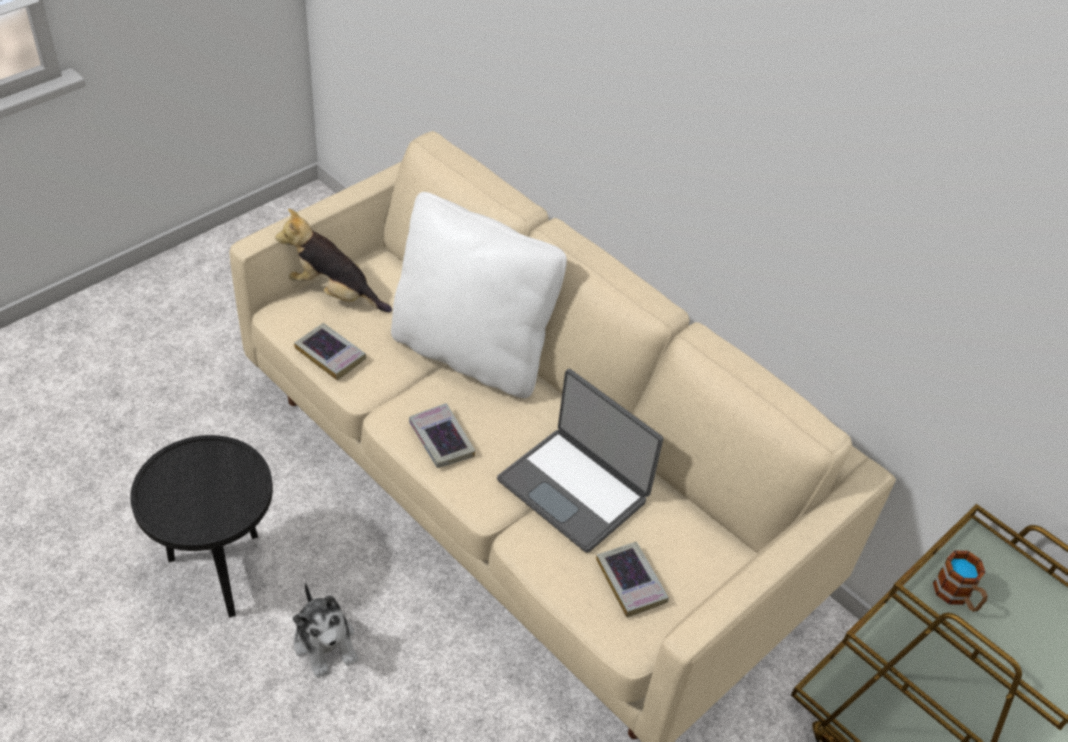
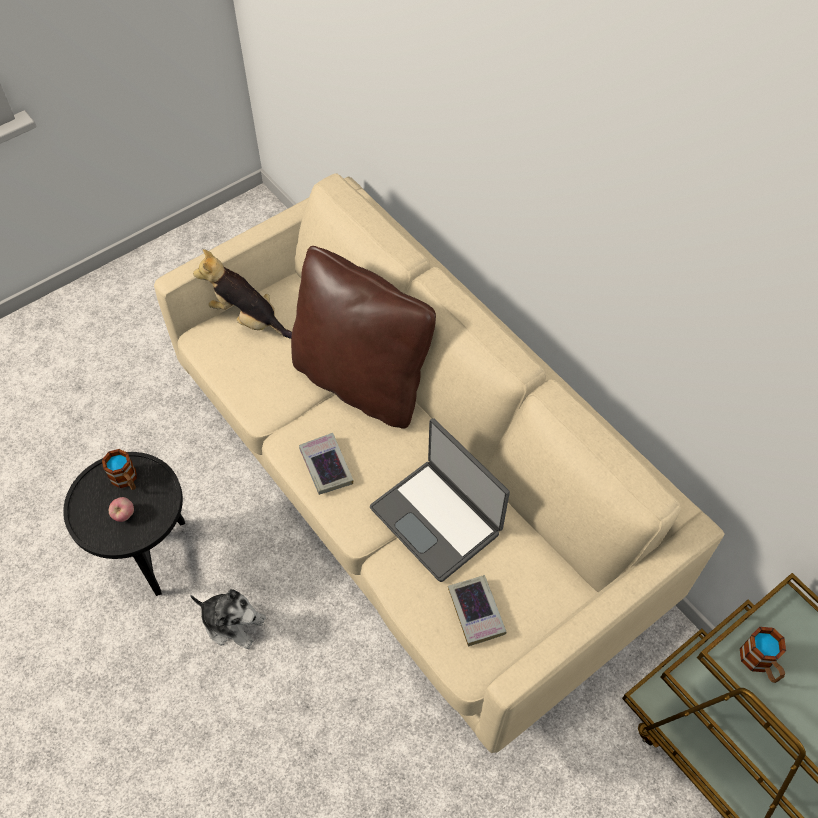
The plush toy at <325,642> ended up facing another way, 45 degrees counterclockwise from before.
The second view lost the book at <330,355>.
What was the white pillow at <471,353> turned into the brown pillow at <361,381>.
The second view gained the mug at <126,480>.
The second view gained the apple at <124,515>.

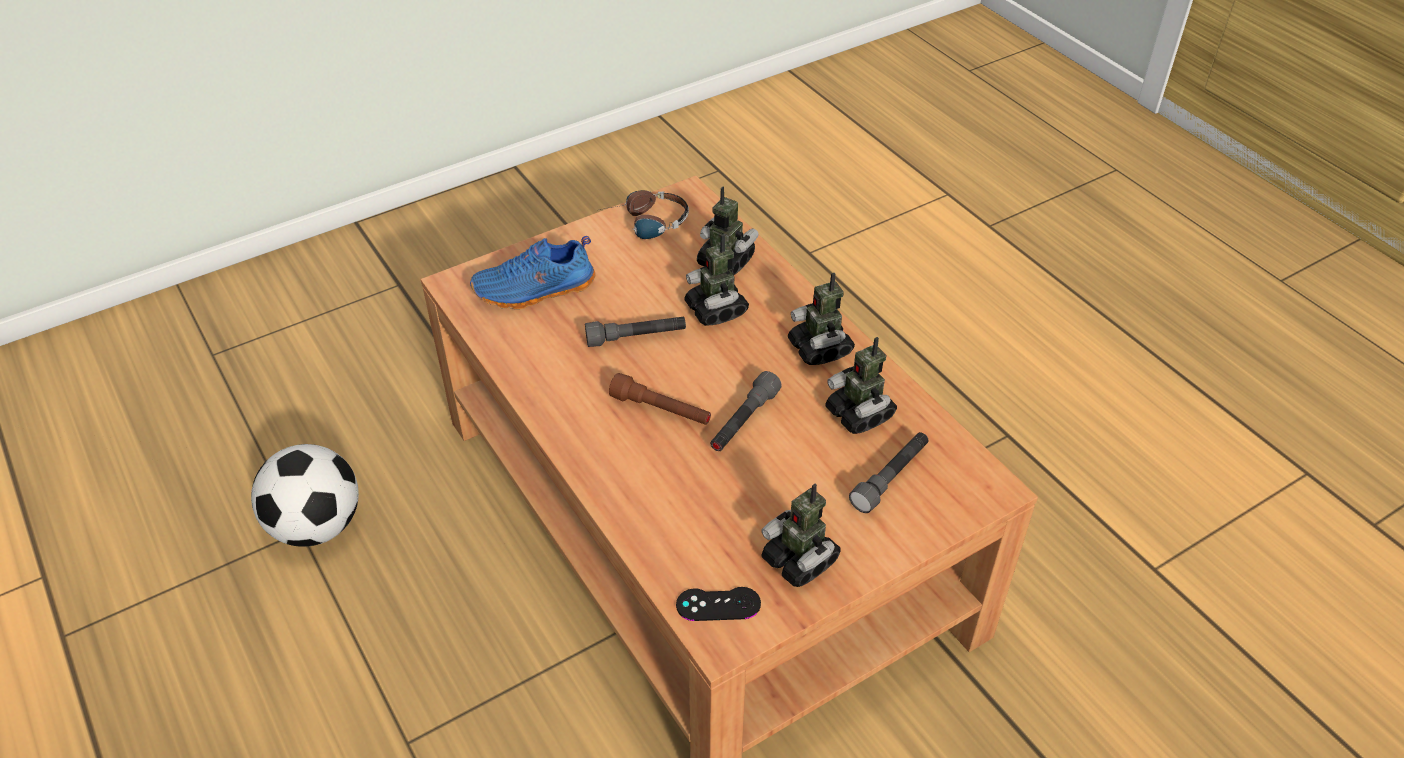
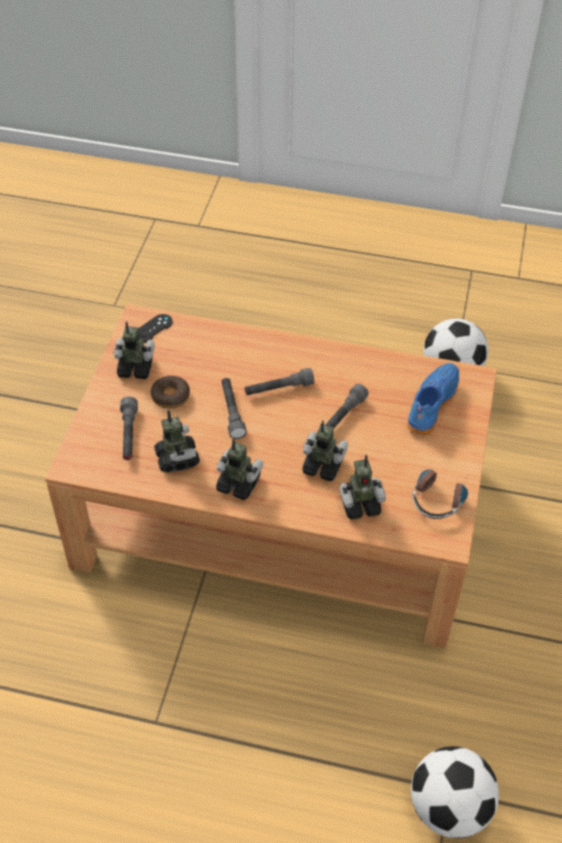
What was the brown flashlight at <661,410> turned into the grey flashlight at <278,389>.
The toy robot at <859,414> ended up facing another way, 60 degrees clockwise from before.
The second view gained the donut at <170,396>.
The second view gained the football at <449,807>.

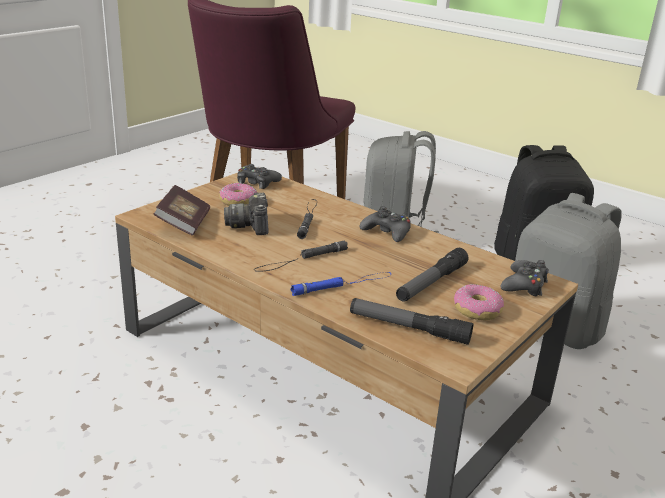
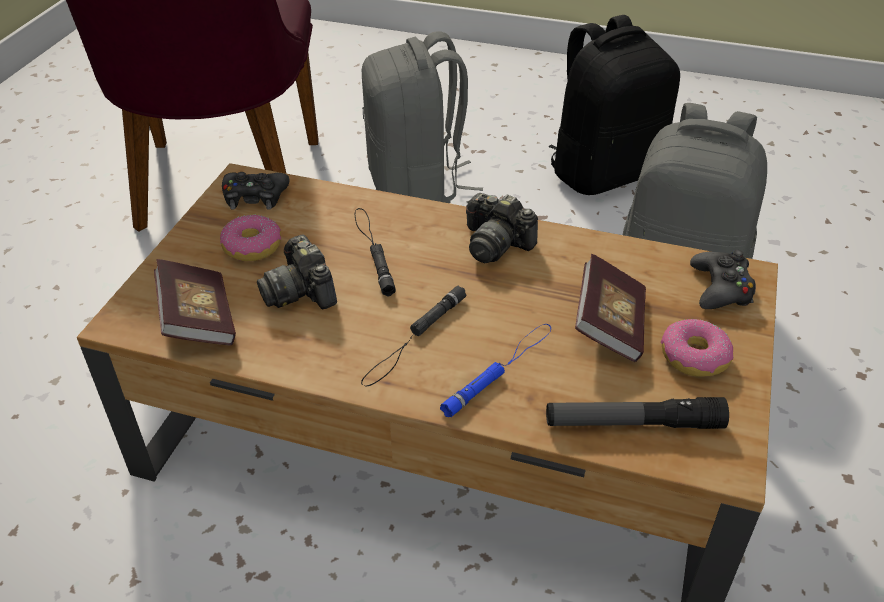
Where the black game controller stood at <387,232>, the photo camera came to stand at <495,244>.
Where the flashlight stood at <431,283>, the book came to stand at <609,325>.

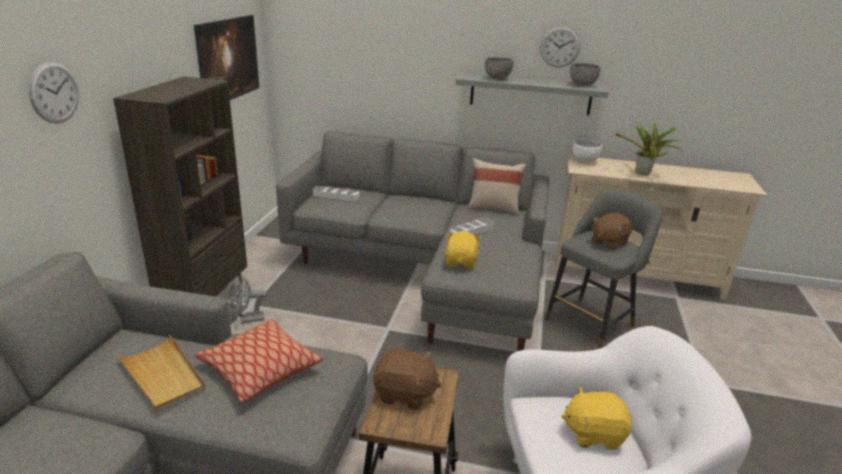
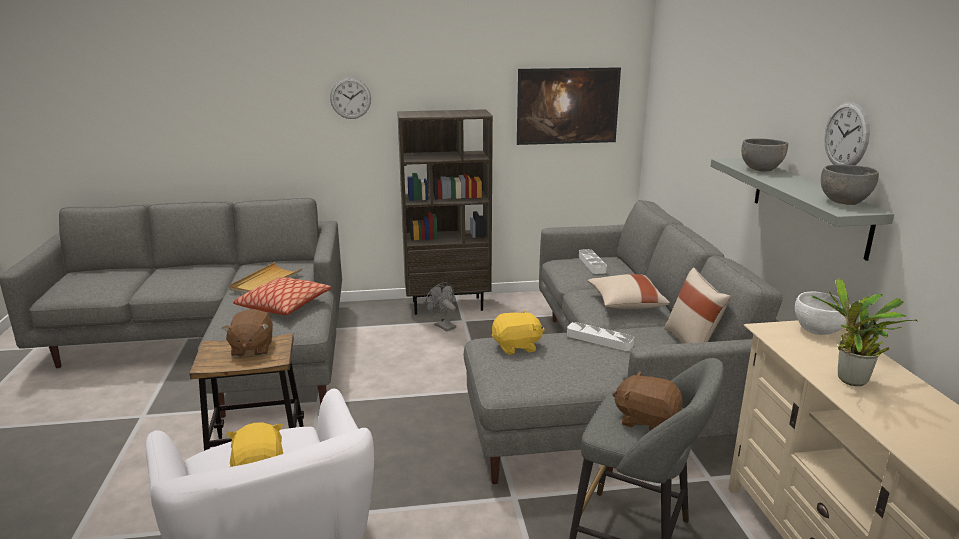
The second view gained the beige pillow at <626,304>.

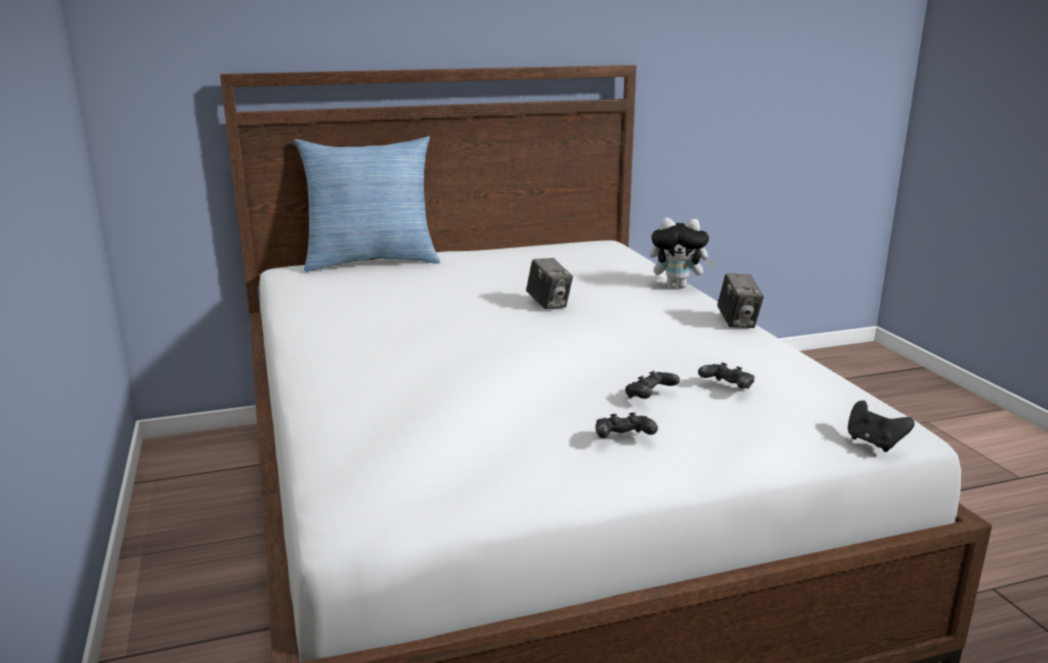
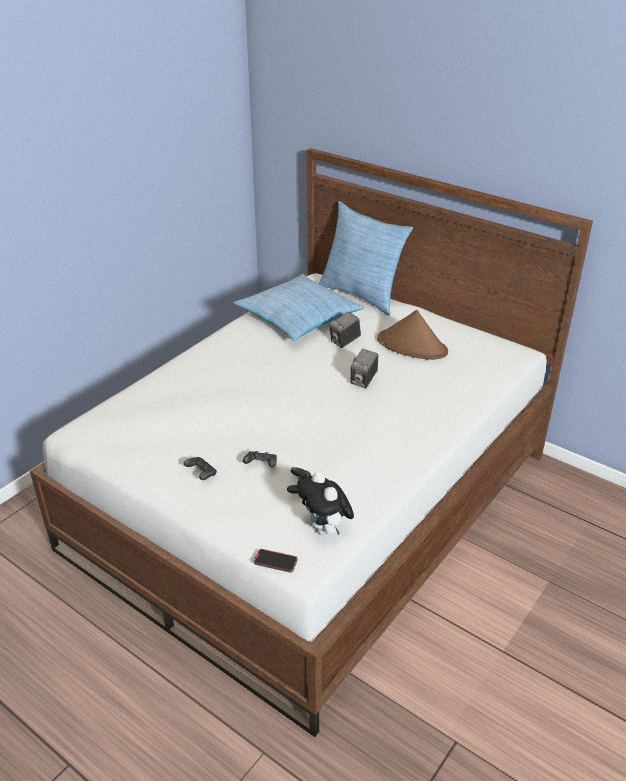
The plush toy ended up elsewhere, having gone from <678,286> to <326,530>.
The photo camera ended up elsewhere, having gone from <737,322> to <344,342>.
Where the black game controller stood at <873,443>, the phone came to stand at <275,562>.
The second view gained the pillow at <298,317>.
The second view gained the brown hat at <412,346>.

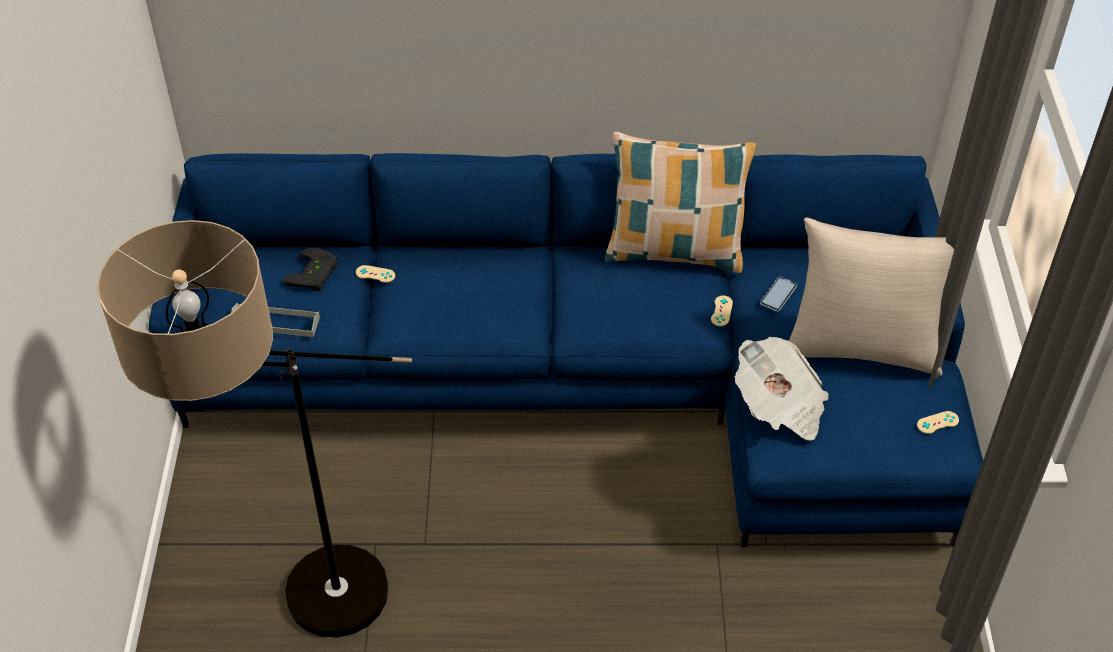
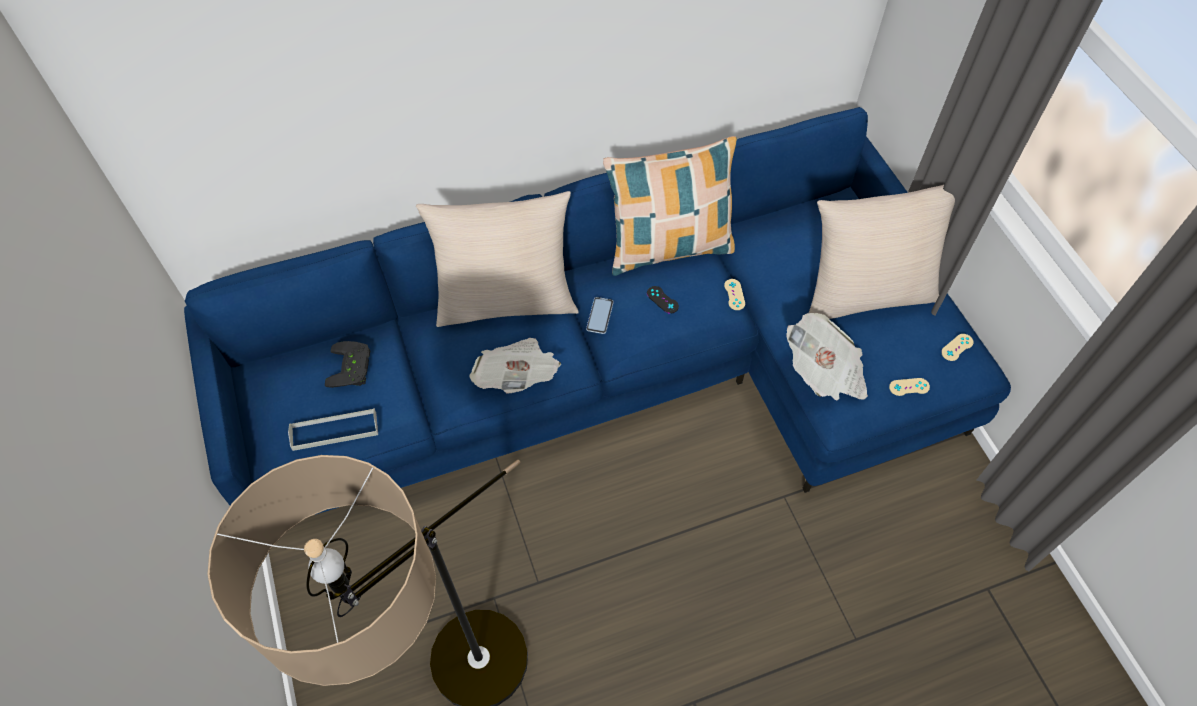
The beige game controller ended up elsewhere, having gone from <375,274> to <909,387>.
The phone ended up elsewhere, having gone from <778,295> to <600,316>.
The second view gained the beige pillow at <506,301>.
The second view gained the newspaper at <517,377>.
The second view gained the black game controller at <662,300>.

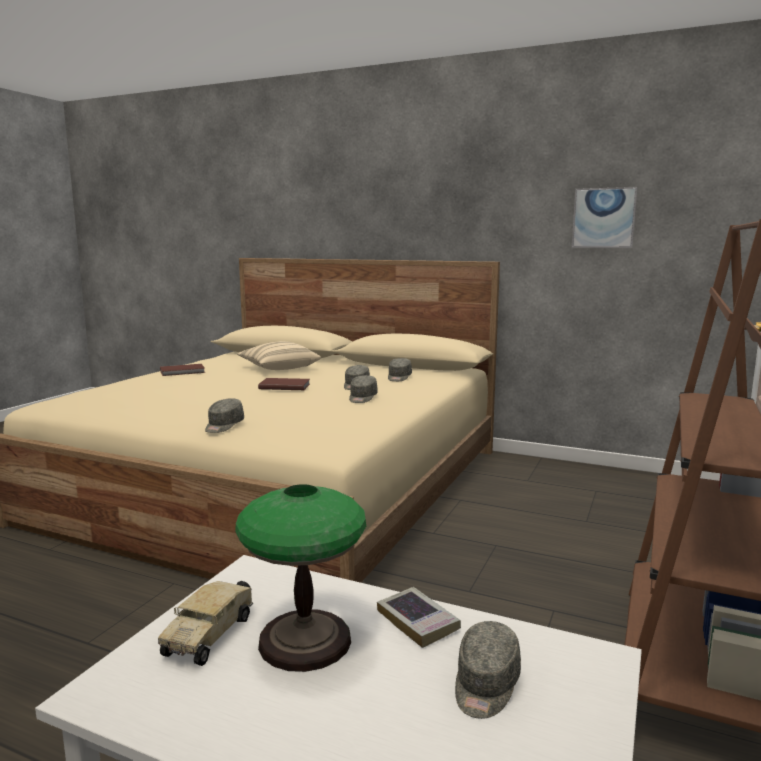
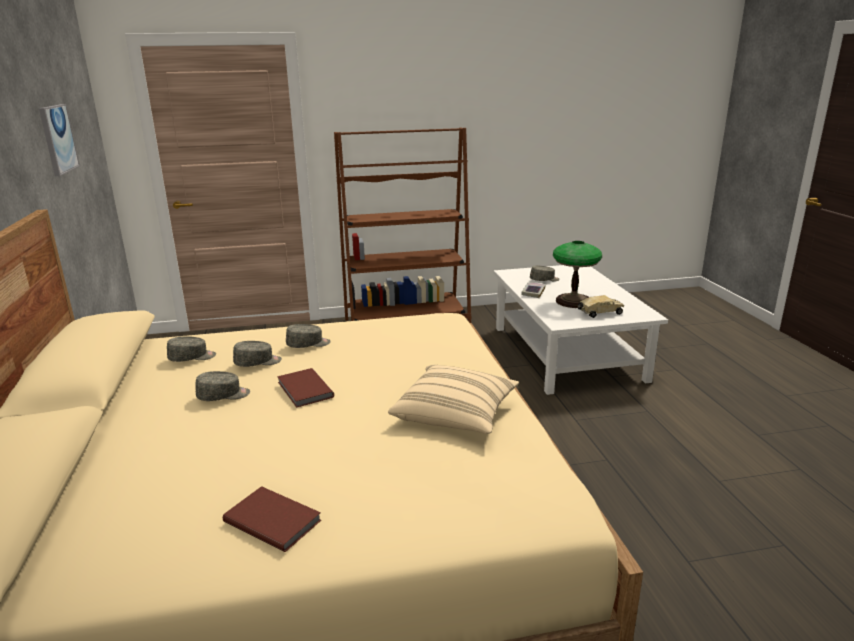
The grey cap ended up elsewhere, having gone from <223,426> to <223,396>.
The beige pillow ended up elsewhere, having gone from <278,369> to <455,416>.

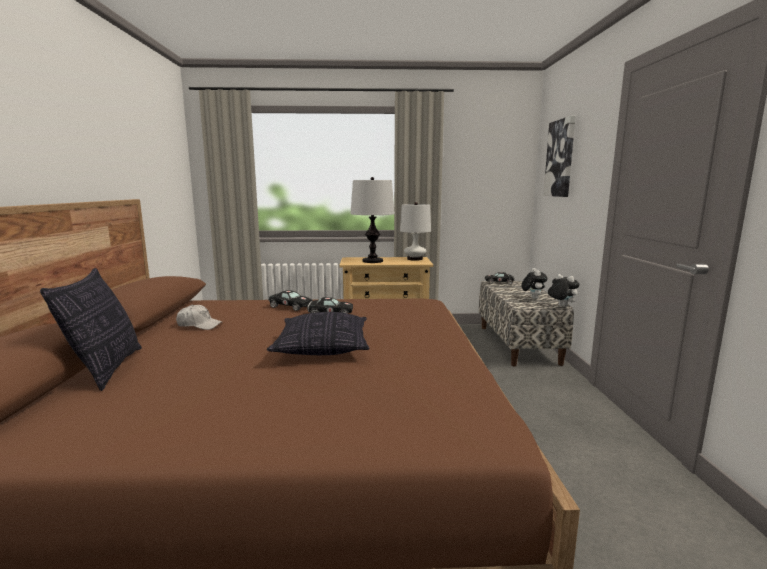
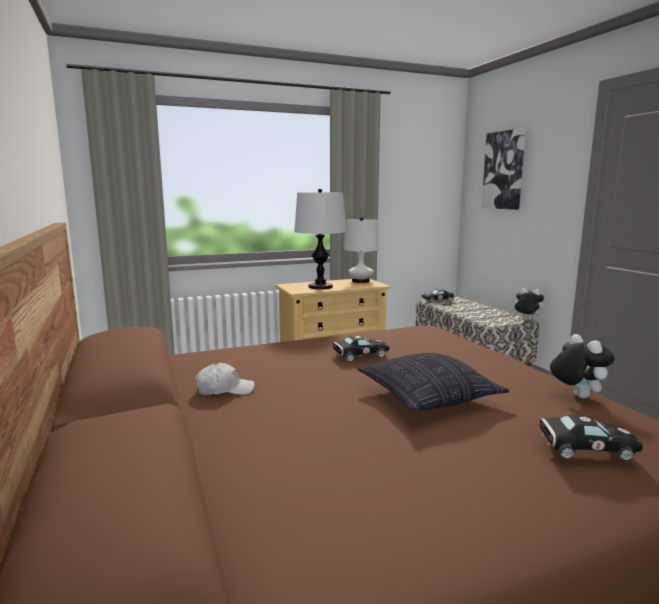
The second view lost the pillow at <106,369>.
The black toy car ended up elsewhere, having gone from <289,306> to <583,448>.
The plush toy ended up elsewhere, having gone from <532,298> to <576,396>.

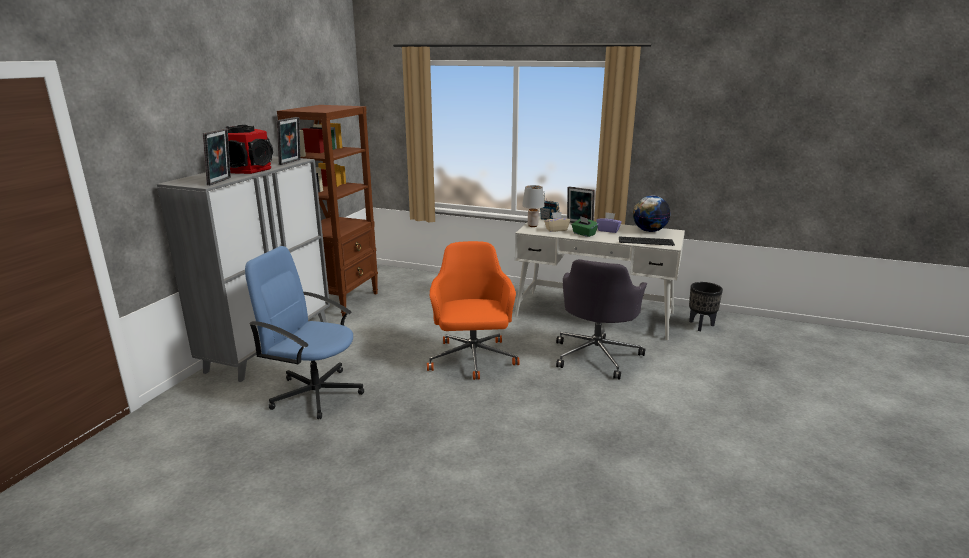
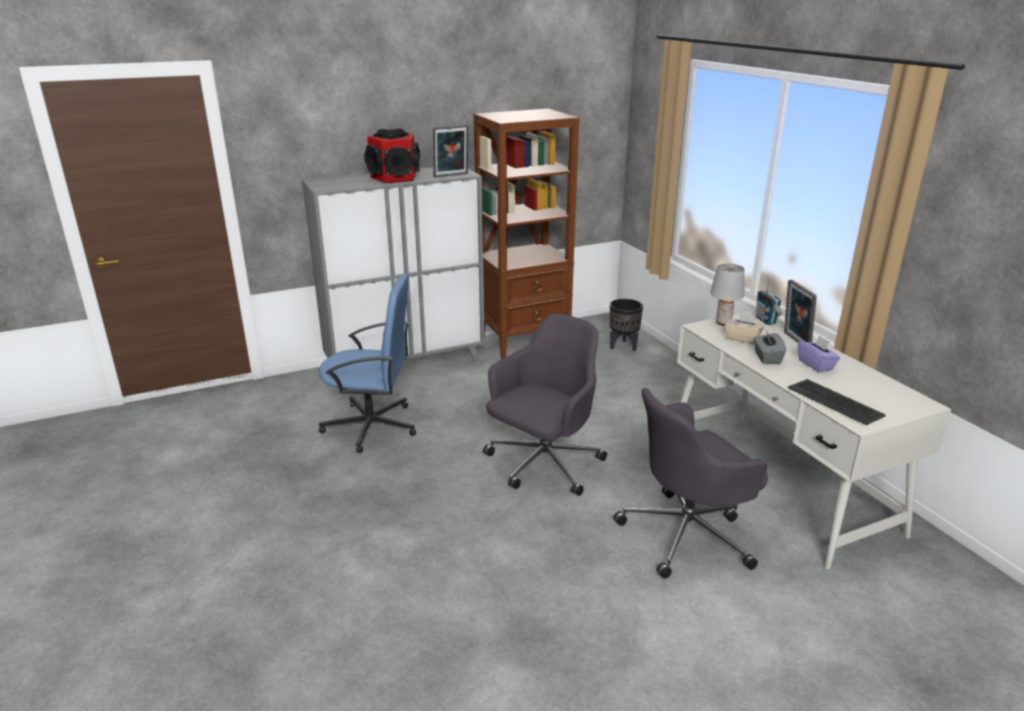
The second view lost the picture frame at <221,181>.
The blue office chair at <315,393> ended up facing another way, 120 degrees clockwise from before.
What was the orange office chair at <472,360> turned into the grey office chair at <543,464>.
What was the green tissue box at <584,234> turned into the grey tissue box at <766,357>.
The second view lost the globe at <649,231>.
The black planter ended up elsewhere, having gone from <701,326> to <623,346>.

